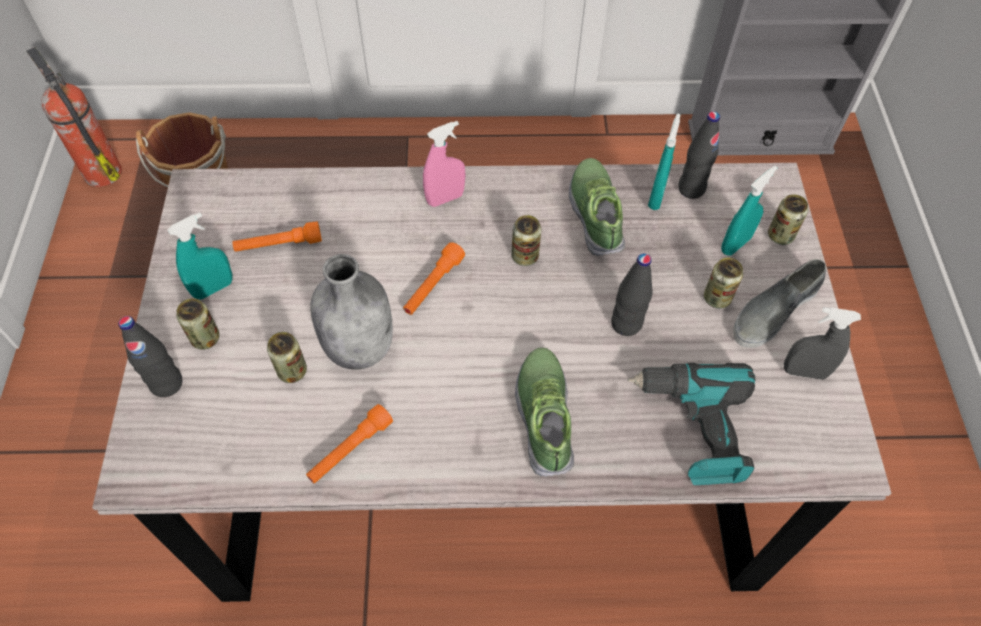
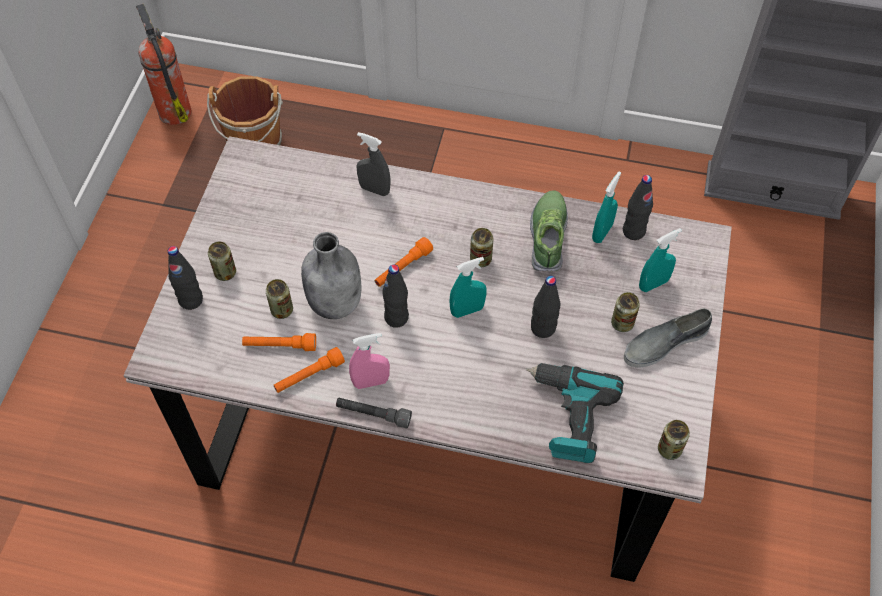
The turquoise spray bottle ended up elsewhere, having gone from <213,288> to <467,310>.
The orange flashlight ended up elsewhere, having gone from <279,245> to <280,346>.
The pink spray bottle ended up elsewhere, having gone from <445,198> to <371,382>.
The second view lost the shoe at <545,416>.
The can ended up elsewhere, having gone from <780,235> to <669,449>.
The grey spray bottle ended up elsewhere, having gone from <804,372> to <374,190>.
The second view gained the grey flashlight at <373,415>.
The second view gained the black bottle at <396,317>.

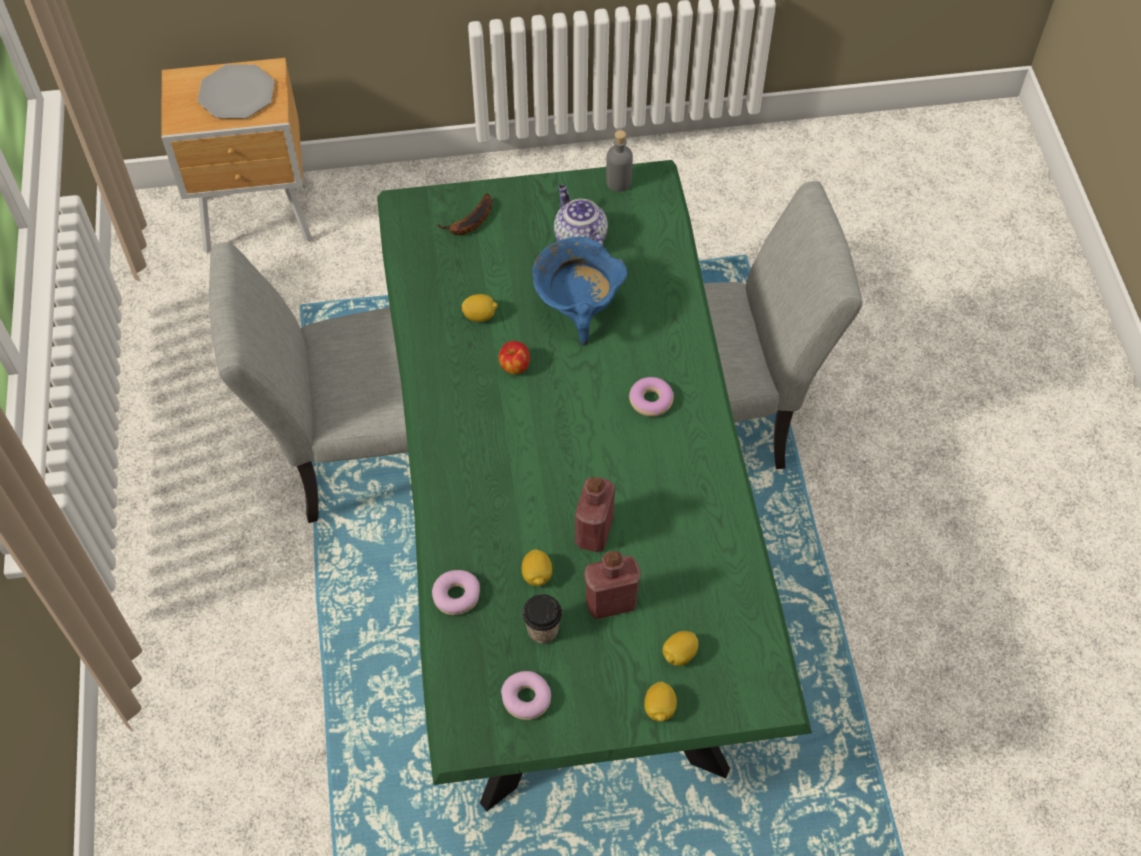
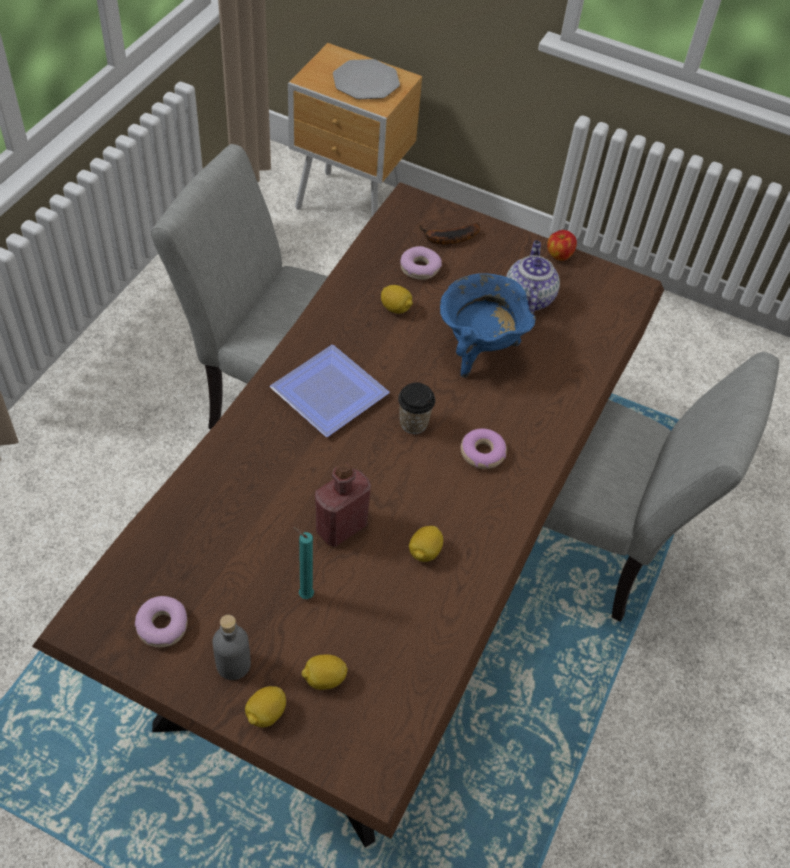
What was the green dining table at <571,562> turned into the brown dining table at <379,582>.
The donut ended up elsewhere, having gone from <456,596> to <420,268>.
The apple ended up elsewhere, having gone from <514,366> to <558,255>.
The lemon ended up elsewhere, having gone from <537,575> to <424,552>.
The cup ended up elsewhere, having gone from <542,630> to <413,423>.
Where the red bottle stood at <611,603>, the turquoise candle came to stand at <303,594>.
The grey bottle ended up elsewhere, having gone from <618,182> to <233,664>.
The second view gained the plate at <329,390>.

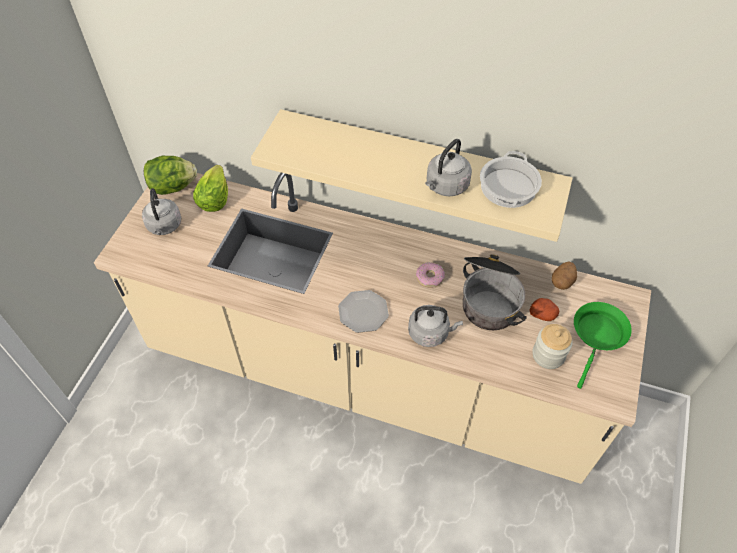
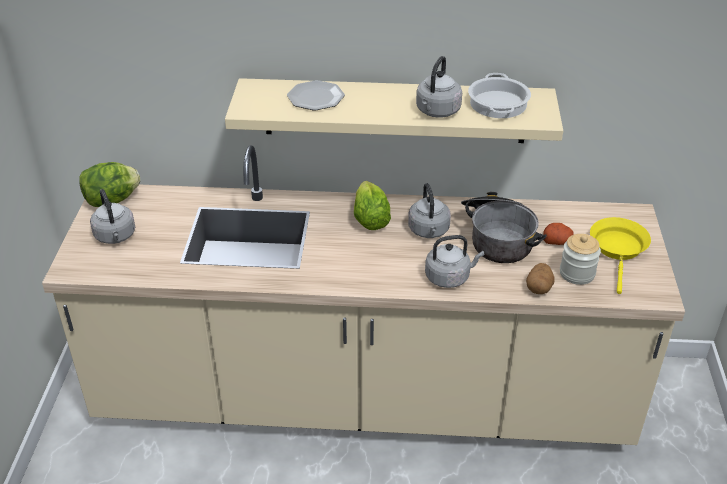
The lettuce ended up elsewhere, having gone from <214,199> to <370,219>.
The plate ended up elsewhere, having gone from <363,313> to <316,98>.
Where the donut stood at <429,277>, the grey kettle came to stand at <429,231>.
The potato ended up elsewhere, having gone from <562,281> to <539,287>.
What was the green frying pan at <598,336> turned into the yellow frying pan at <618,249>.

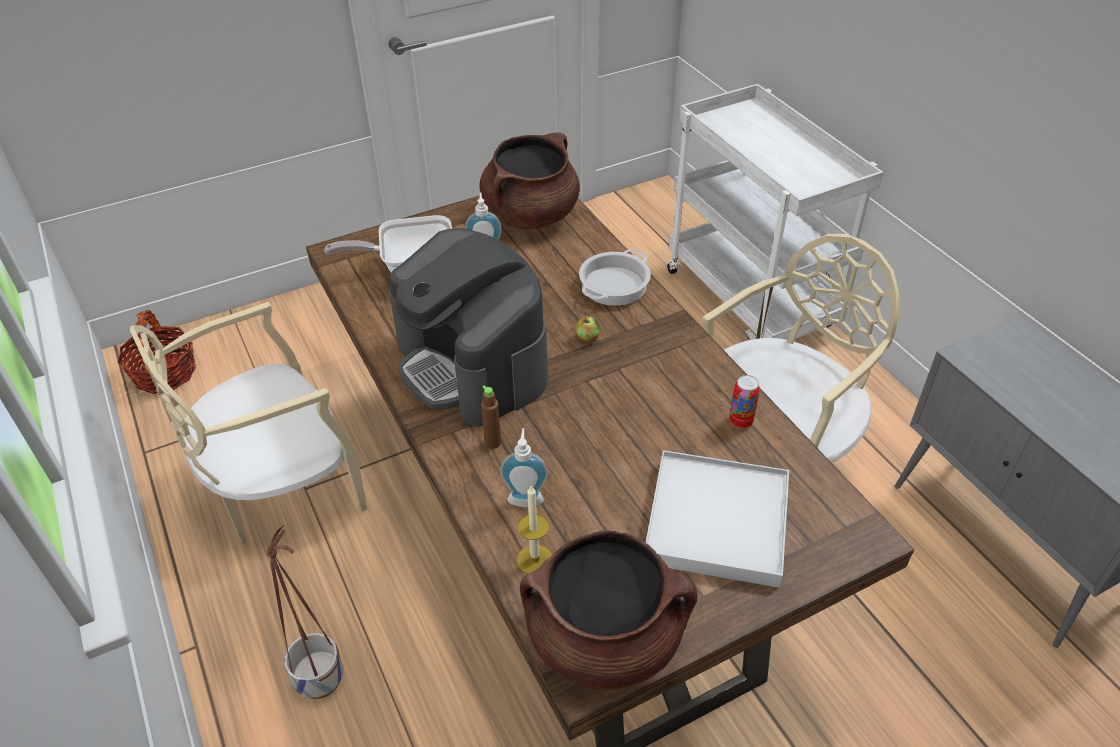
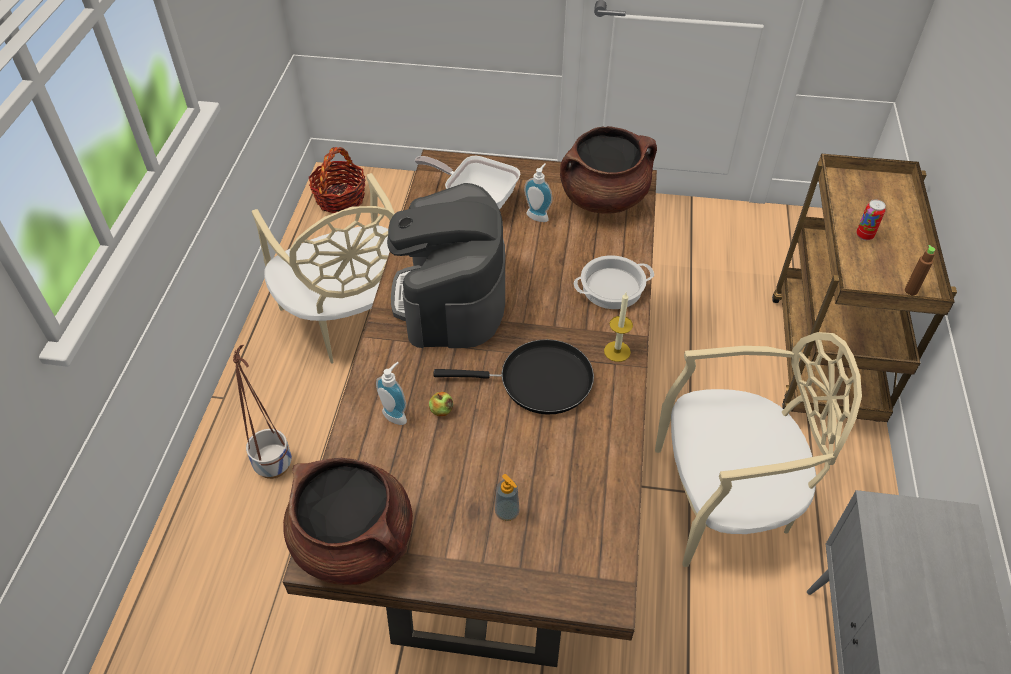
The beige chair at <281,488> ended up facing another way, 120 degrees counterclockwise from before.
The brown bottle ended up elsewhere, having gone from <493,442> to <911,291>.
The candle ended up elsewhere, having gone from <534,559> to <617,351>.
The apple ended up elsewhere, having gone from <587,338> to <441,410>.
Where the white tray stood at <716,521>, the soap dispenser came to stand at <507,512>.
What was the white cart at <751,301> turned into the brown cart at <825,362>.
The can ended up elsewhere, having gone from <741,421> to <864,235>.
The second view gained the black frying pan at <538,381>.

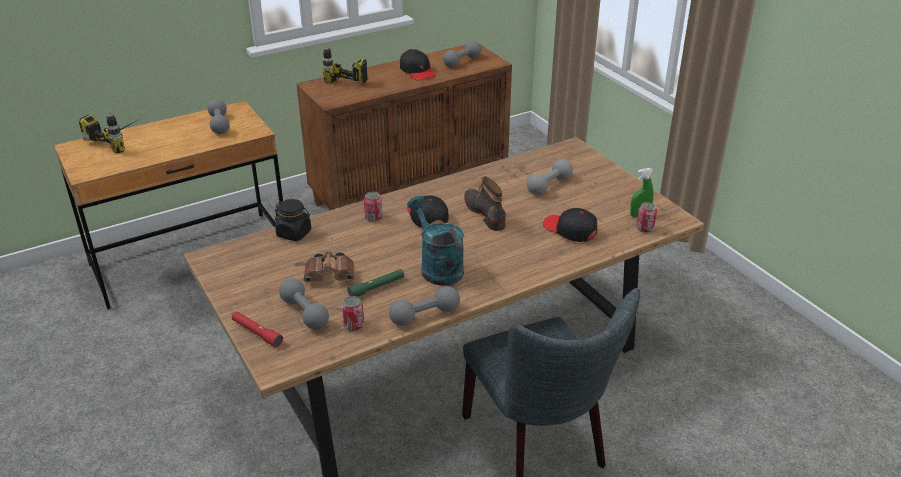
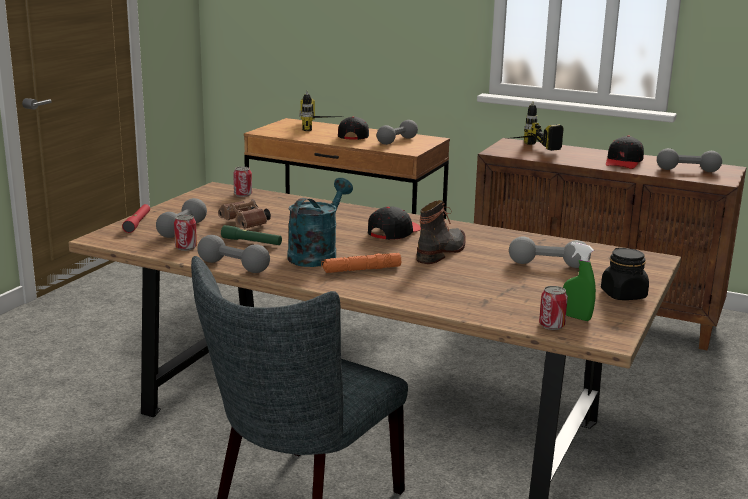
The black jar ended up elsewhere, having gone from <294,233> to <623,295>.
The can ended up elsewhere, having gone from <373,217> to <243,194>.
The black cap ended up elsewhere, having gone from <570,230> to <353,136>.
The second view gained the orange flashlight at <361,269>.

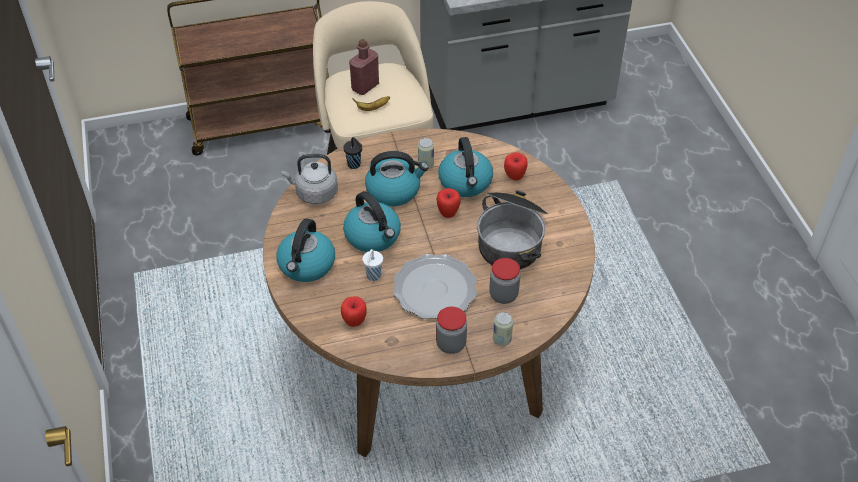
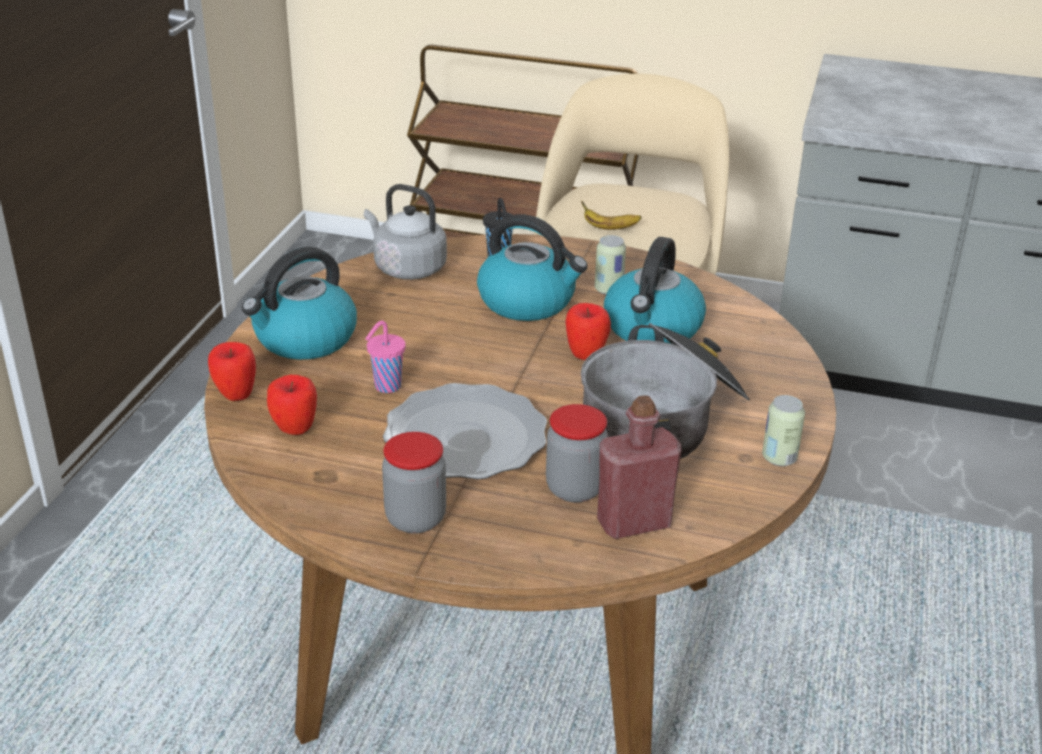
The second view lost the kettle at <373,236>.
The red bottle ended up elsewhere, having gone from <365,87> to <634,523>.
What was the white cup at <373,276> turned into the pink cup at <386,387>.
The can ended up elsewhere, having gone from <502,339> to <779,458>.
The apple ended up elsewhere, having gone from <514,177> to <236,396>.

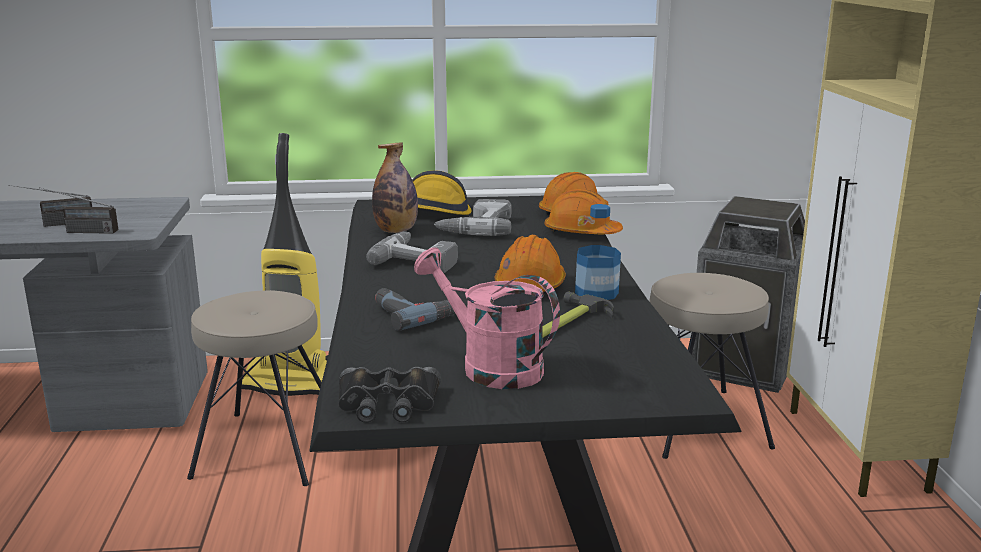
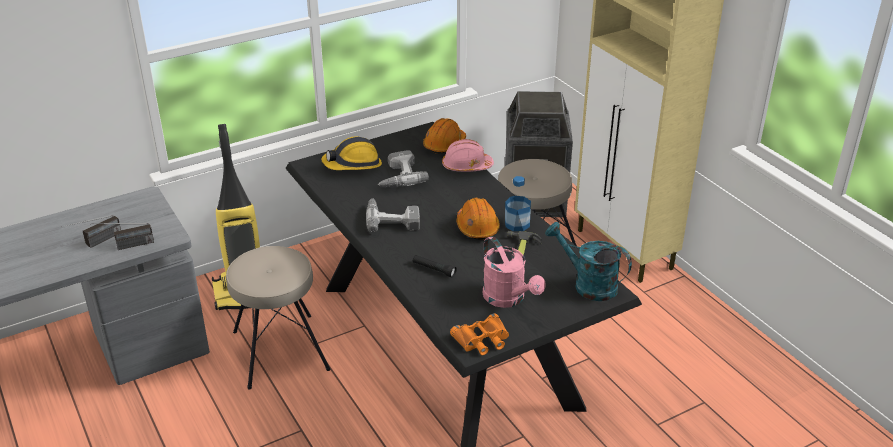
What was the black binoculars at <388,404> turned into the orange binoculars at <482,340>.
The second view lost the bottle at <396,231>.
Where the power drill stood at <413,314>, the black flashlight came to stand at <434,269>.
The pink watering can at <490,366> ended up facing another way, 135 degrees counterclockwise from before.
What was the orange hard hat at <581,233> turned into the pink hard hat at <466,166>.
The second view gained the turquoise watering can at <588,284>.

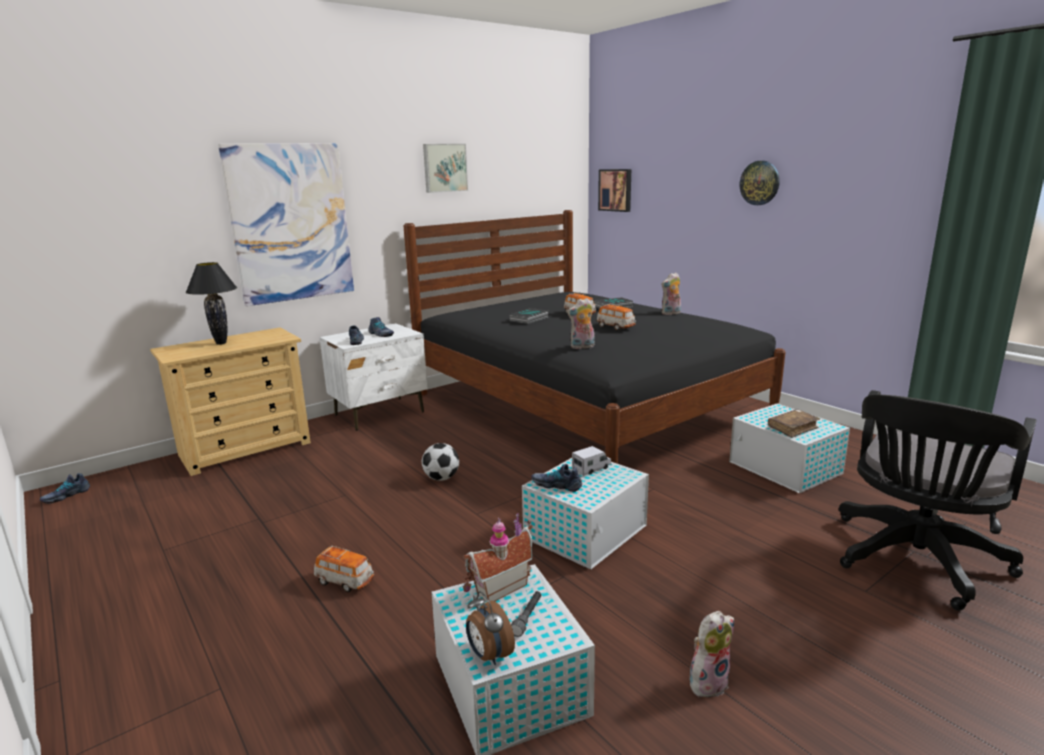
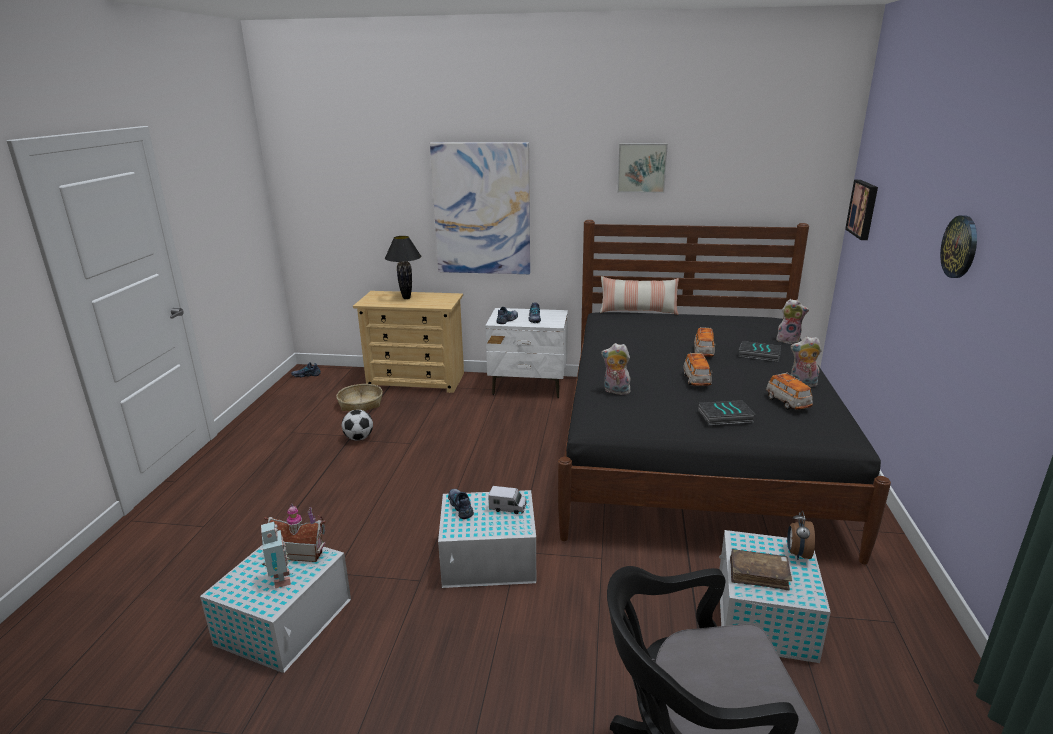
The toy car ended up elsewhere, having gone from <345,581> to <787,403>.
The football ended up elsewhere, having gone from <441,478> to <359,438>.
The alarm clock ended up elsewhere, having gone from <489,655> to <797,554>.
The book ended up elsewhere, having gone from <529,319> to <725,417>.
Where the grey flashlight stood at <527,617>, the toy robot came to stand at <279,581>.
The plush toy ended up elsewhere, having gone from <708,681> to <788,340>.
The second view gained the basket at <361,404>.
The second view gained the pillow at <638,311>.

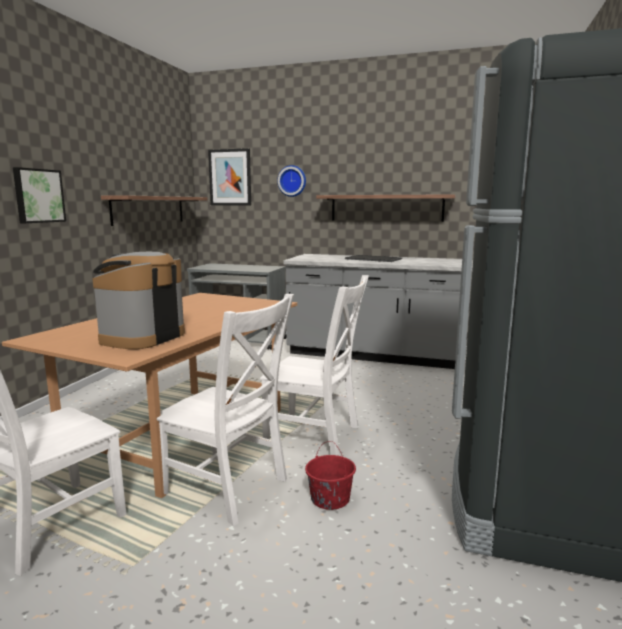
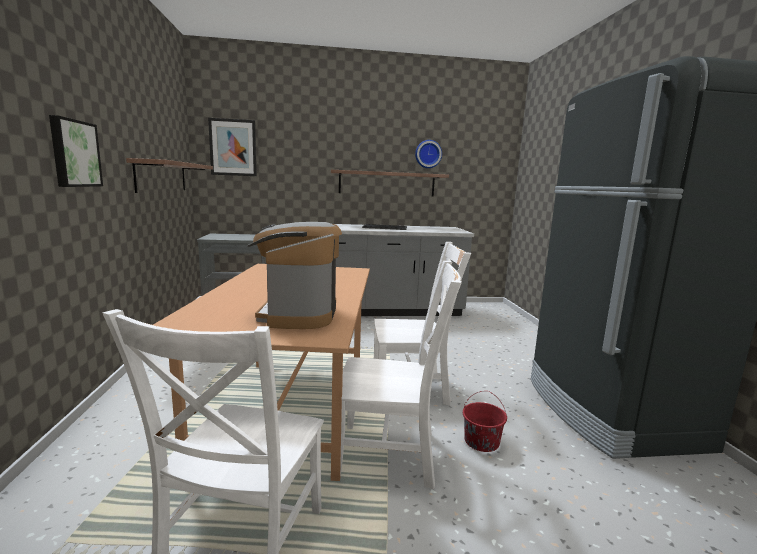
The wall clock ended up elsewhere, having gone from <292,181> to <428,154>.

